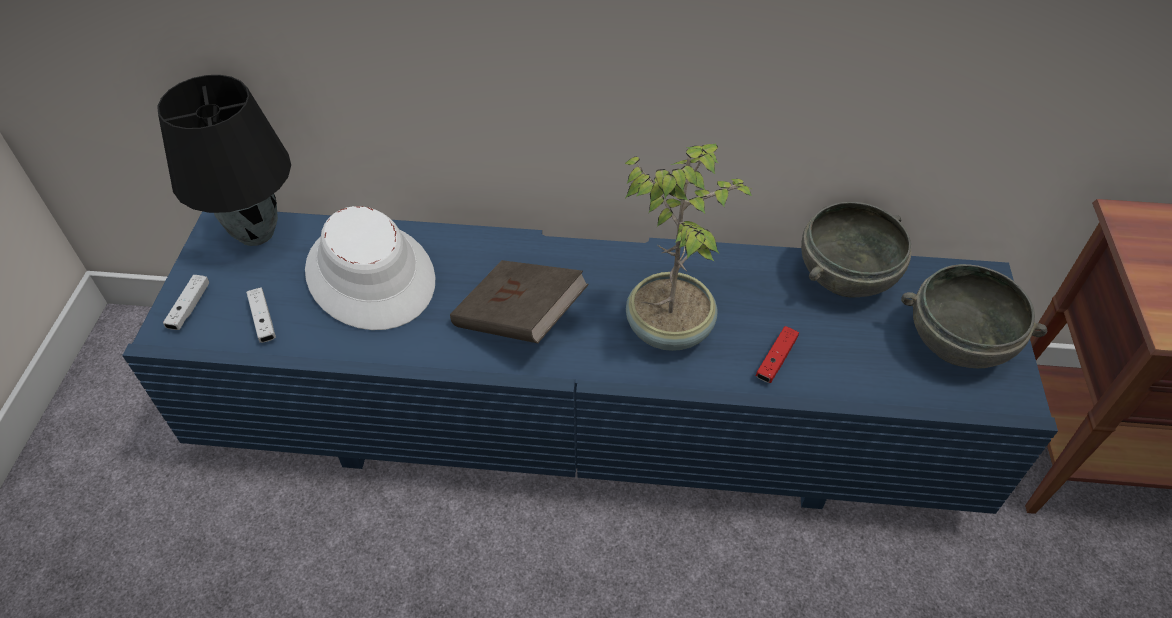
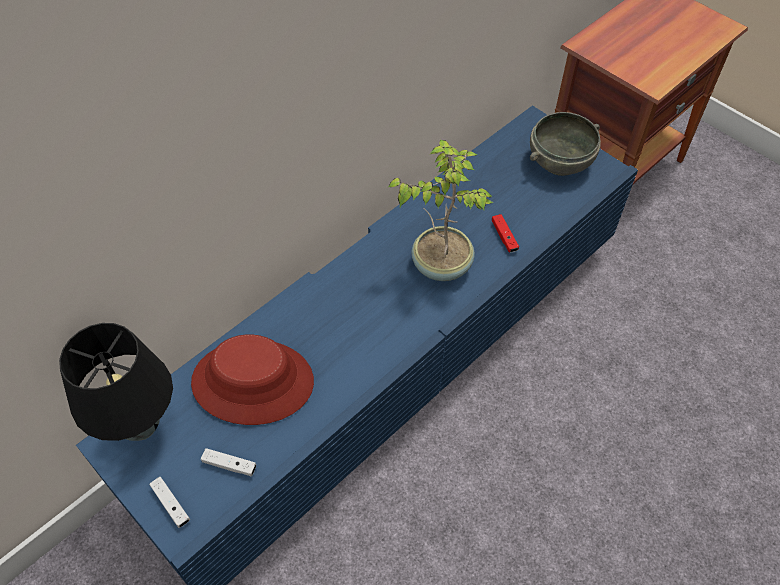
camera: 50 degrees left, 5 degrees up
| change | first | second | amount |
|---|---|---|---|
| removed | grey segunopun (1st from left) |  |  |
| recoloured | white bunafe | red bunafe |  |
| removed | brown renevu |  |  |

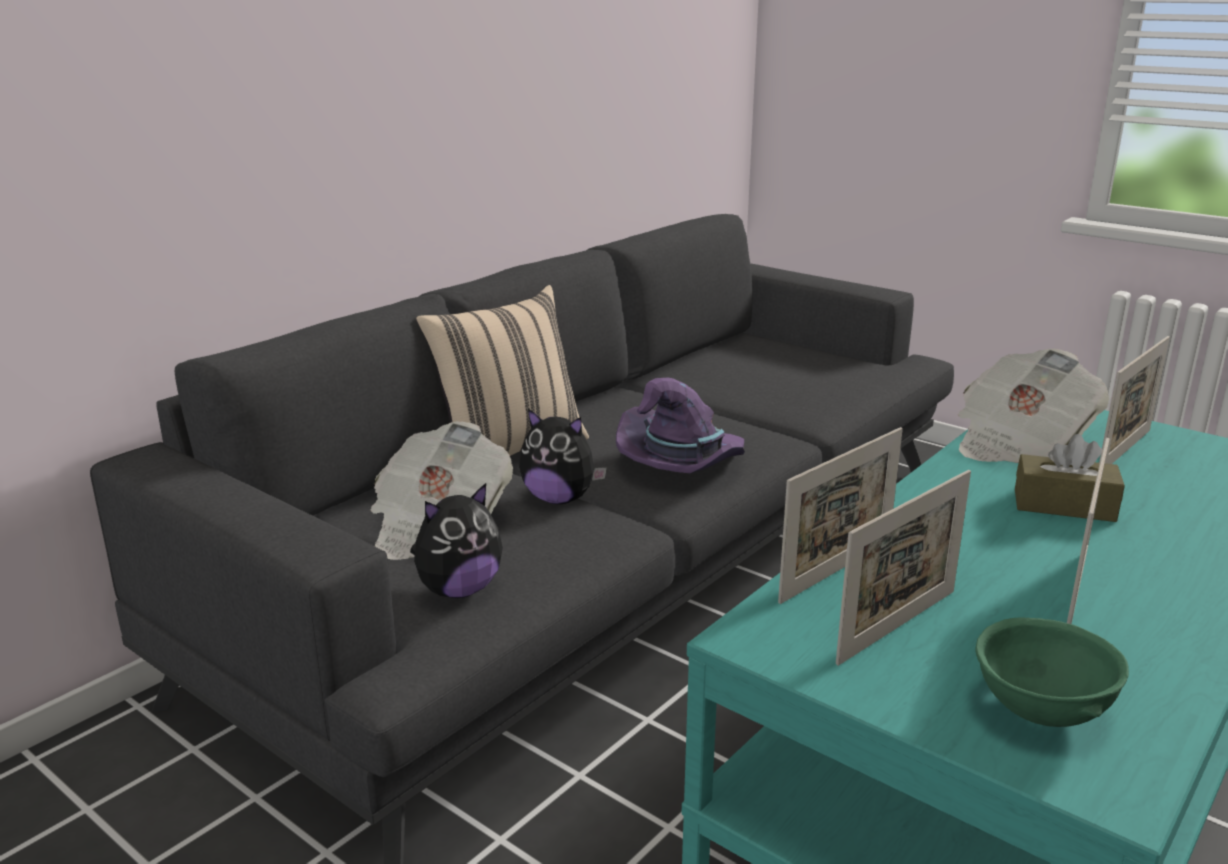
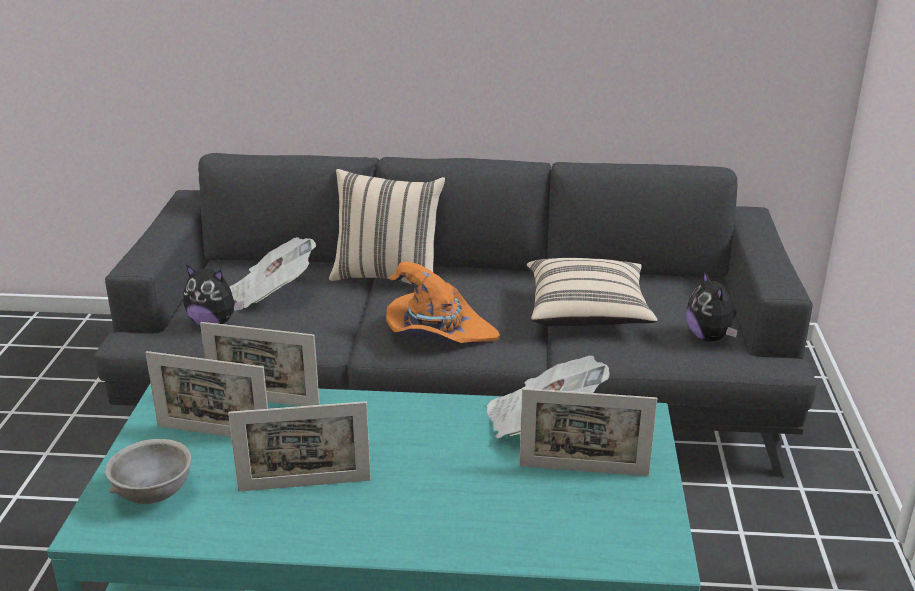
camera: 55 degrees right, 5 degrees up
| change | first | second | amount |
|---|---|---|---|
| recoloured | purple bunafe | orange bunafe |  |
| moved | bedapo (2nd from left) |  |  |
| removed | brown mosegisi |  |  |
| recoloured | green segunopun | grey segunopun |  |
| added |  | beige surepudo (2nd from left) |  |

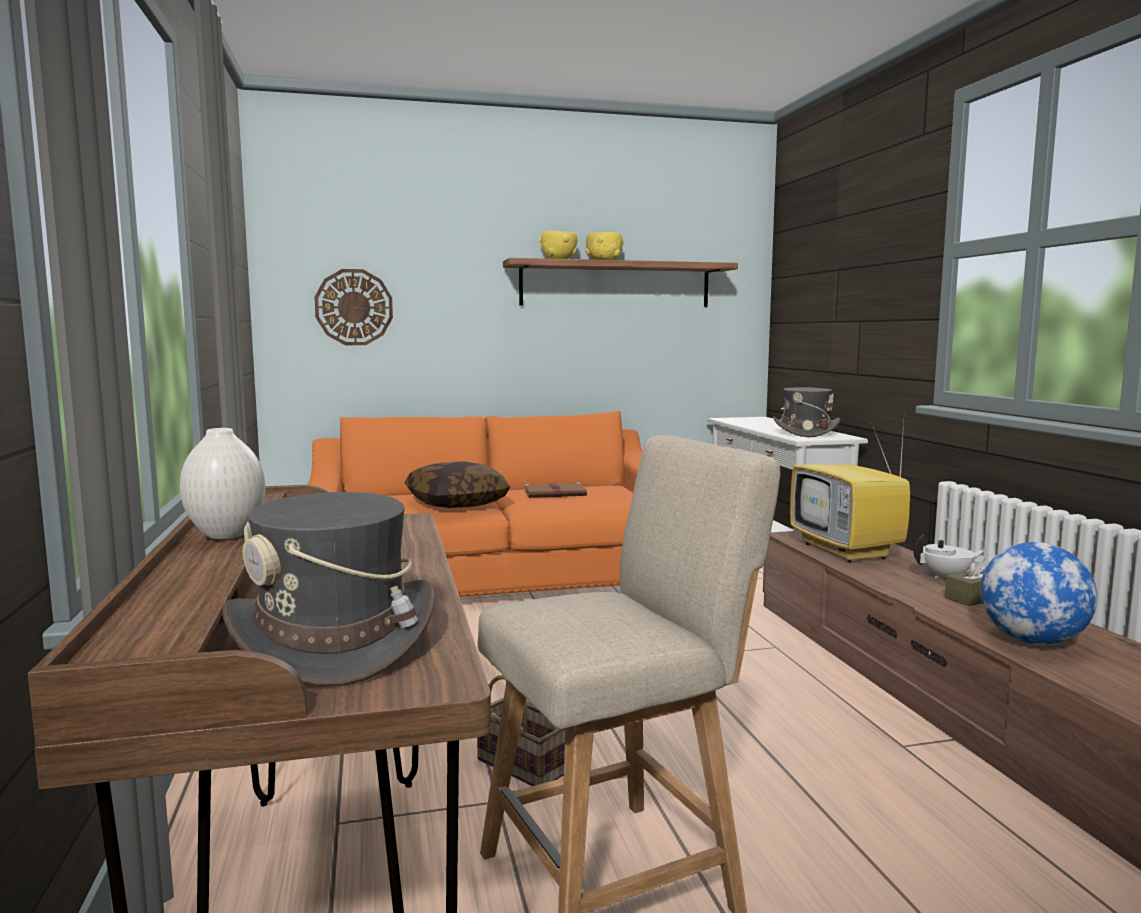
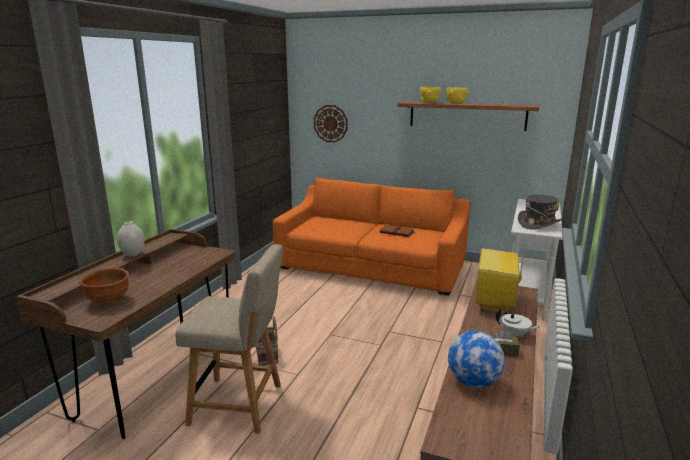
camera: 35 degrees right, 10 degrees up
| change | first | second | amount |
|---|---|---|---|
| removed | surepudo |  |  |
| replaced | grey bunafe (1st from left) | brown segunopun |  |

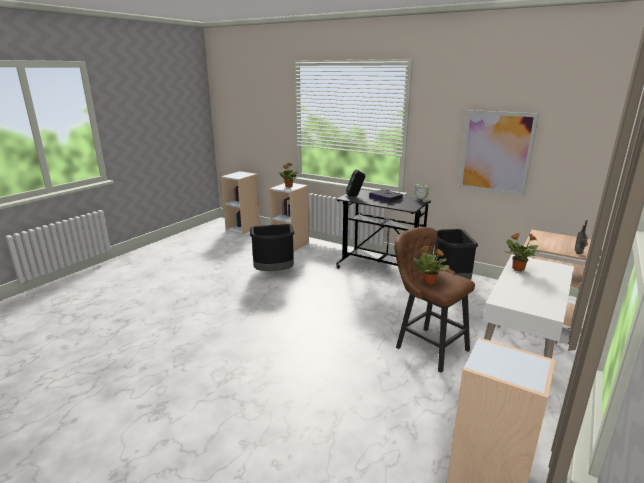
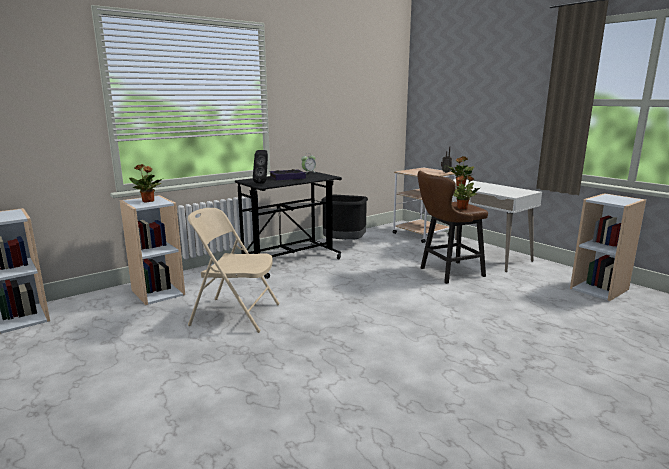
camera: 70 degrees left, 5 degrees down
| change | first | second | amount |
|---|---|---|---|
| removed | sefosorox |  |  |
| replaced | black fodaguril (1st from left) | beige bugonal |  |

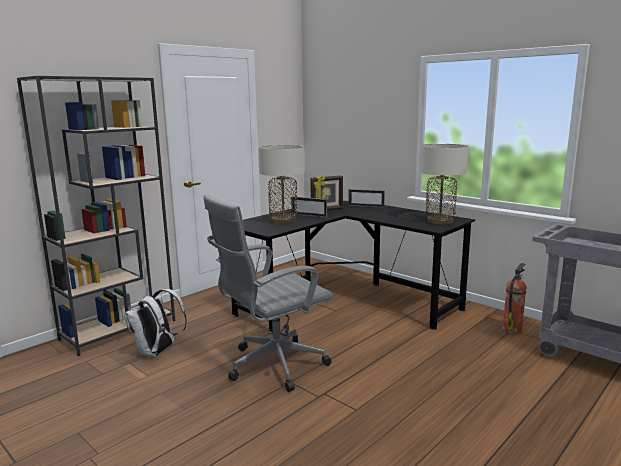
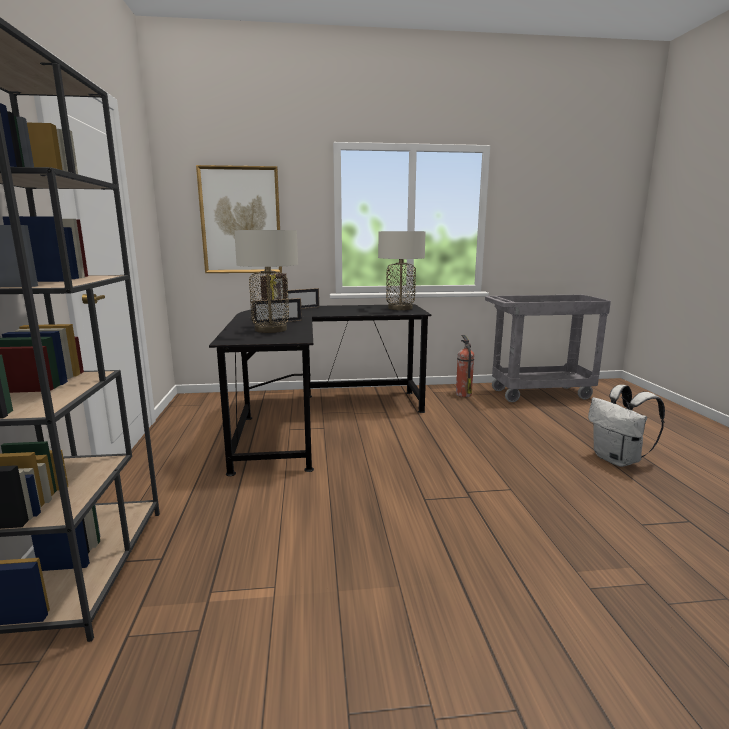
camera: 50 degrees left, 0 degrees up
| change | first | second | amount |
|---|---|---|---|
| removed | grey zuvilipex |  |  |
| moved | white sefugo |  |  |
| added |  | sefosorox |  |

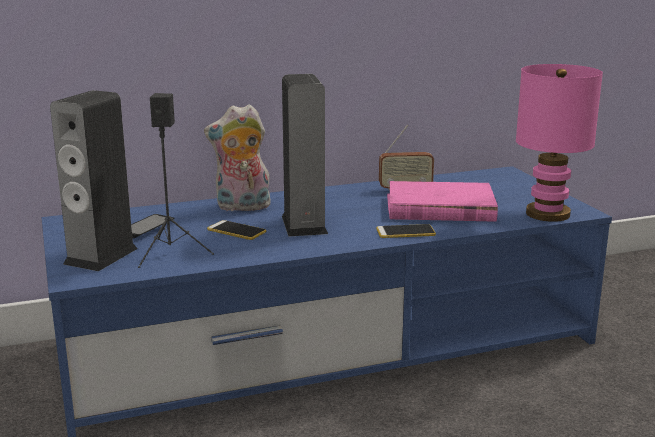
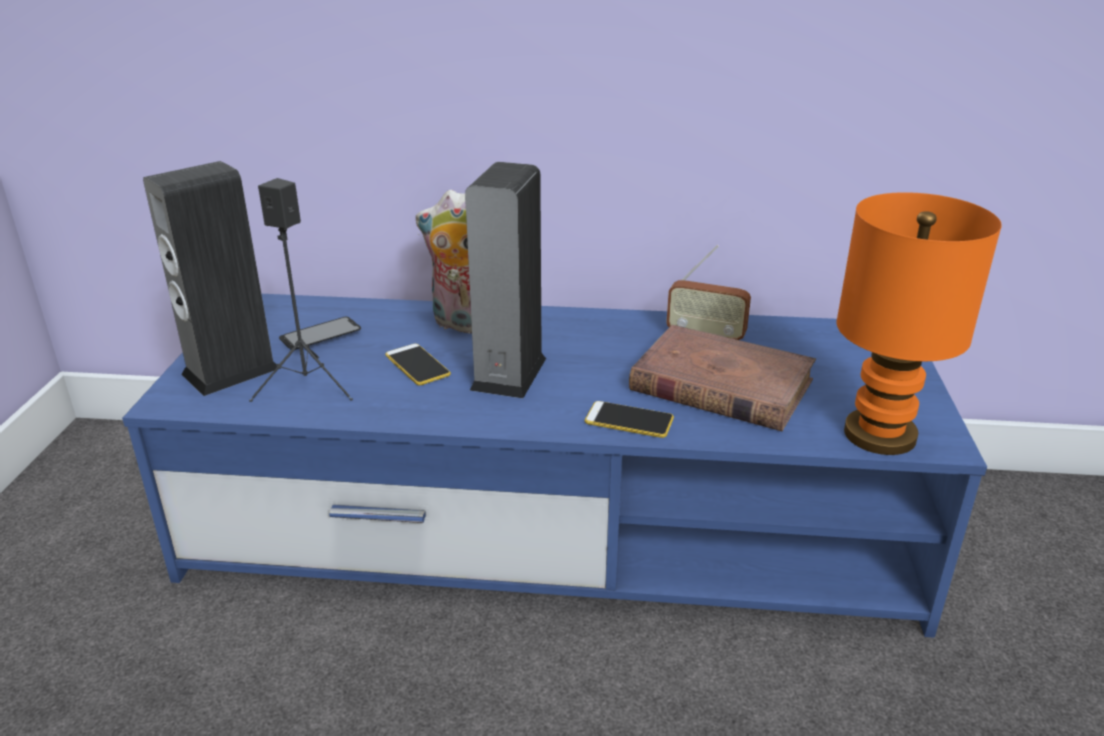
camera: 25 degrees right, 10 degrees up
| change | first | second | amount |
|---|---|---|---|
| recoloured | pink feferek | orange feferek |  |
| recoloured | pink renevu | brown renevu |  |

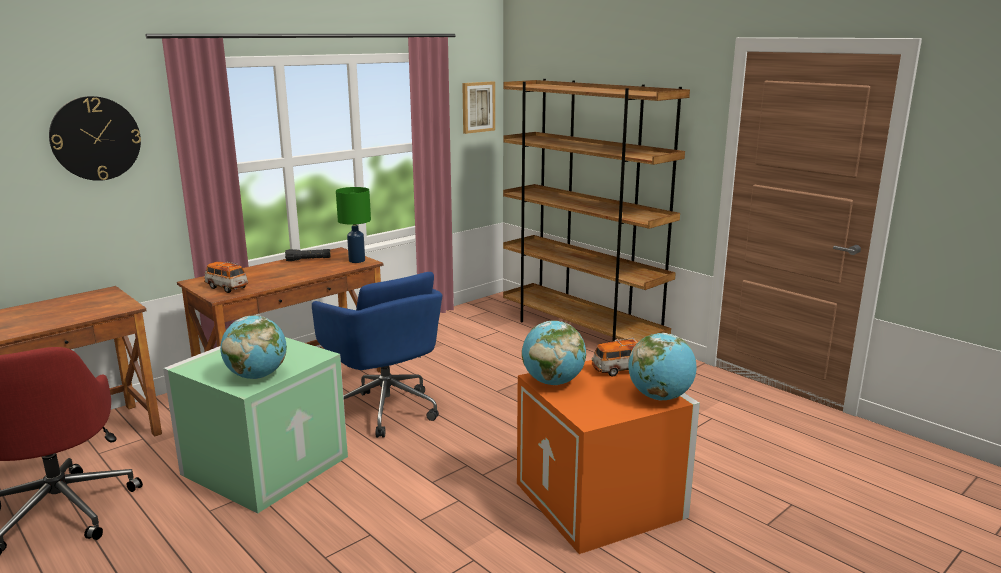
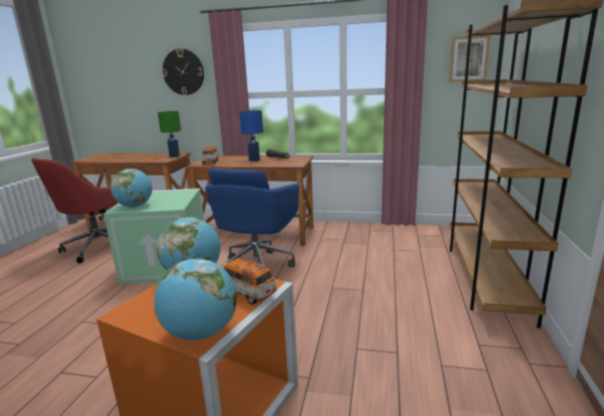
camera: 55 degrees right, 0 degrees up
| change | first | second | amount |
|---|---|---|---|
| moved | green feferek |  |  |
| added |  | blue feferek |  |

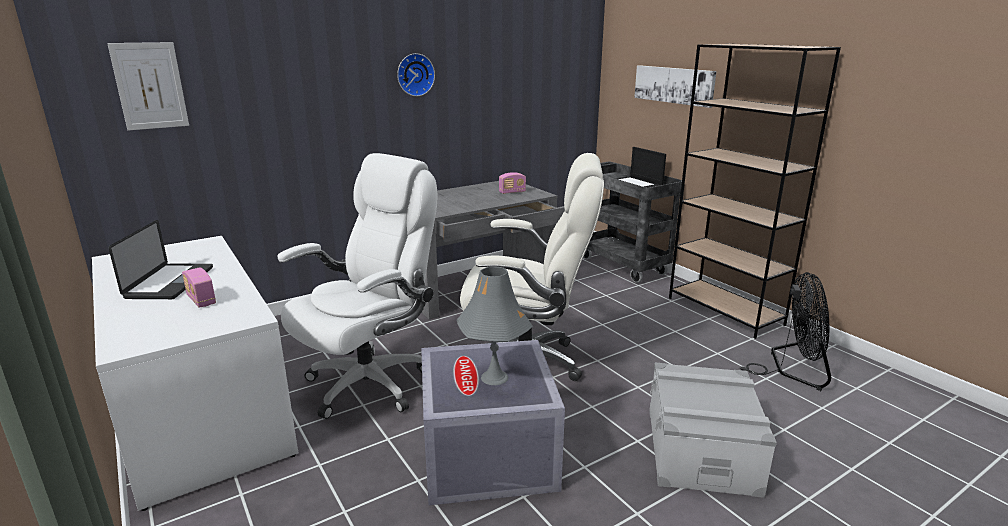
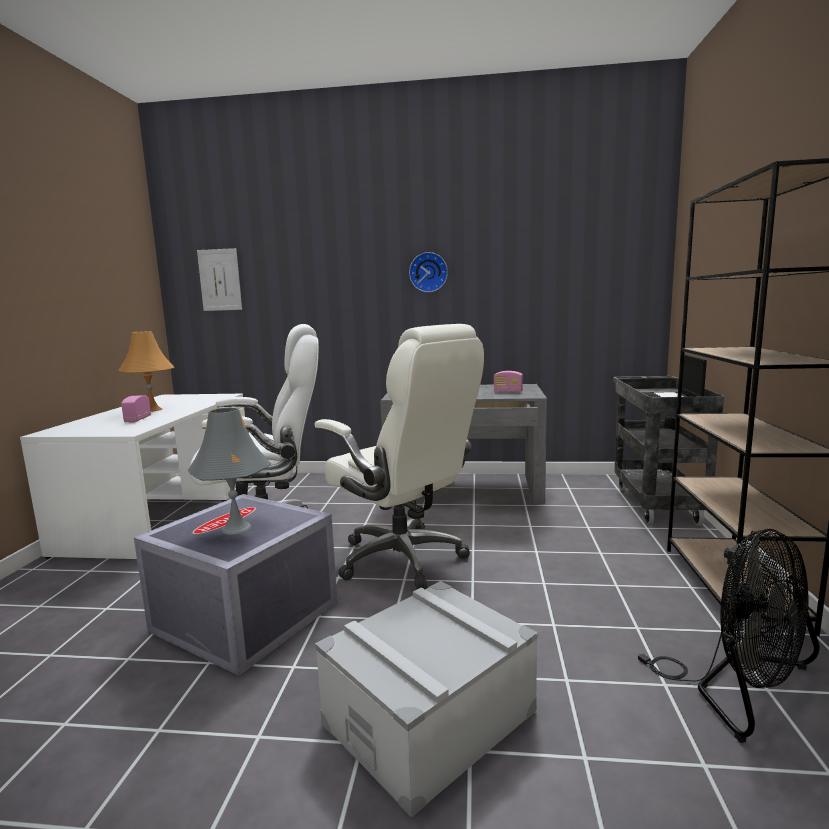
camera: 40 degrees right, 10 degrees down
| change | first | second | amount |
|---|---|---|---|
| removed | sefosorox (2nd from left) |  |  |
| replaced | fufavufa (1st from left) | orange feferek |  |

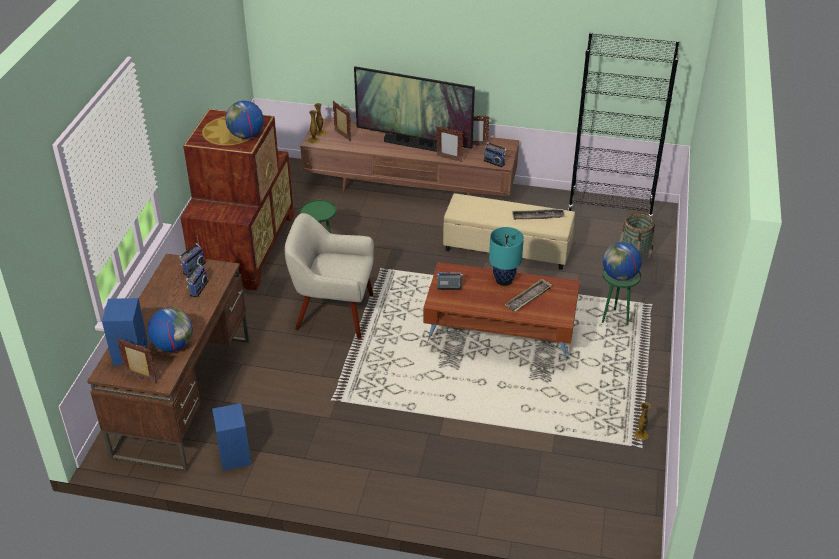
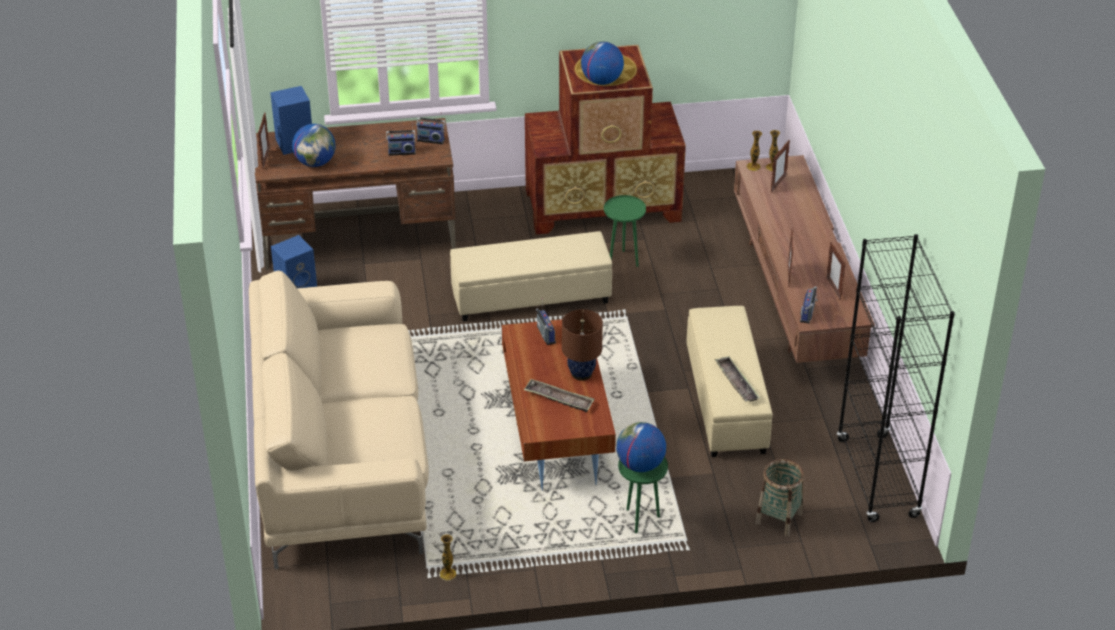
camera: 70 degrees right, 0 degrees up
| change | first | second | amount |
|---|---|---|---|
| removed | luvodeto |  |  |
| replaced | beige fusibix | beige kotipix (1st from left) |  |
| recoloured | turquoise feferek | brown feferek |  |
| added |  | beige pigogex |  |

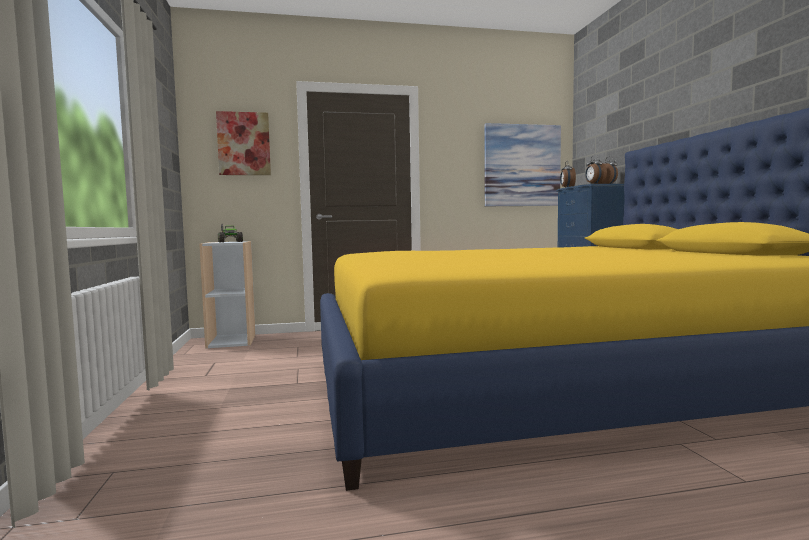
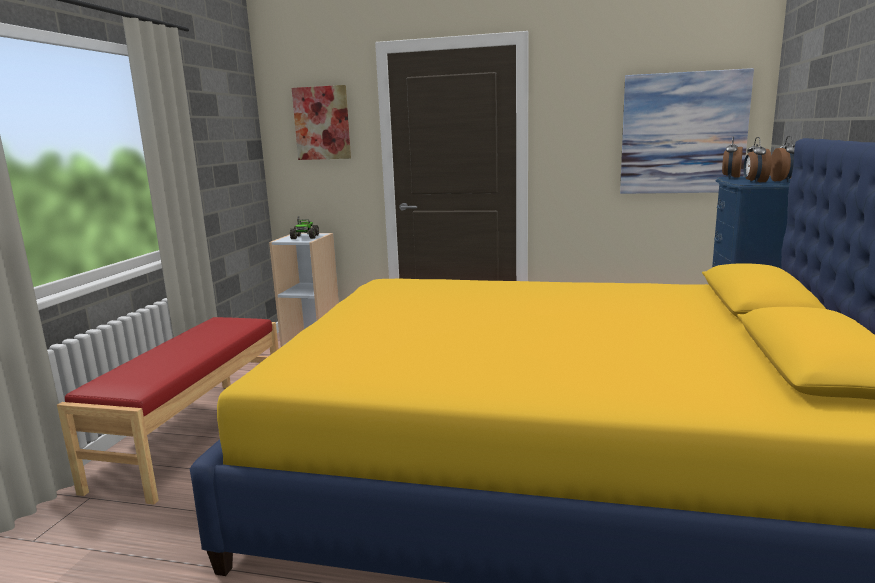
camera: 25 degrees right, 10 degrees up
| change | first | second | amount |
|---|---|---|---|
| added |  | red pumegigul |  |

